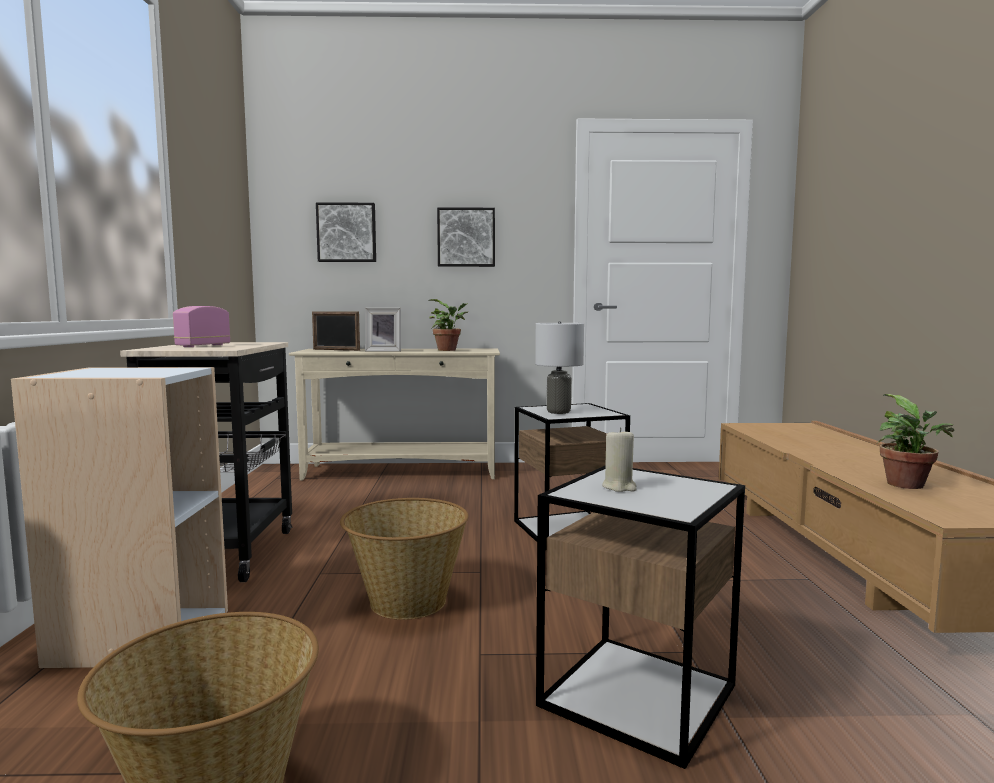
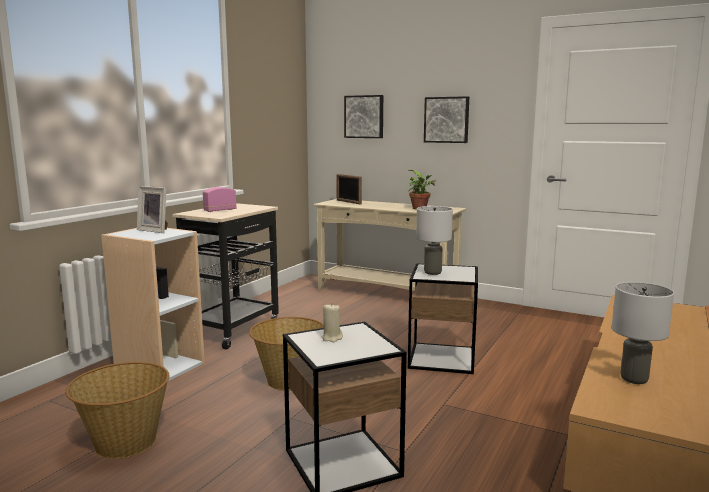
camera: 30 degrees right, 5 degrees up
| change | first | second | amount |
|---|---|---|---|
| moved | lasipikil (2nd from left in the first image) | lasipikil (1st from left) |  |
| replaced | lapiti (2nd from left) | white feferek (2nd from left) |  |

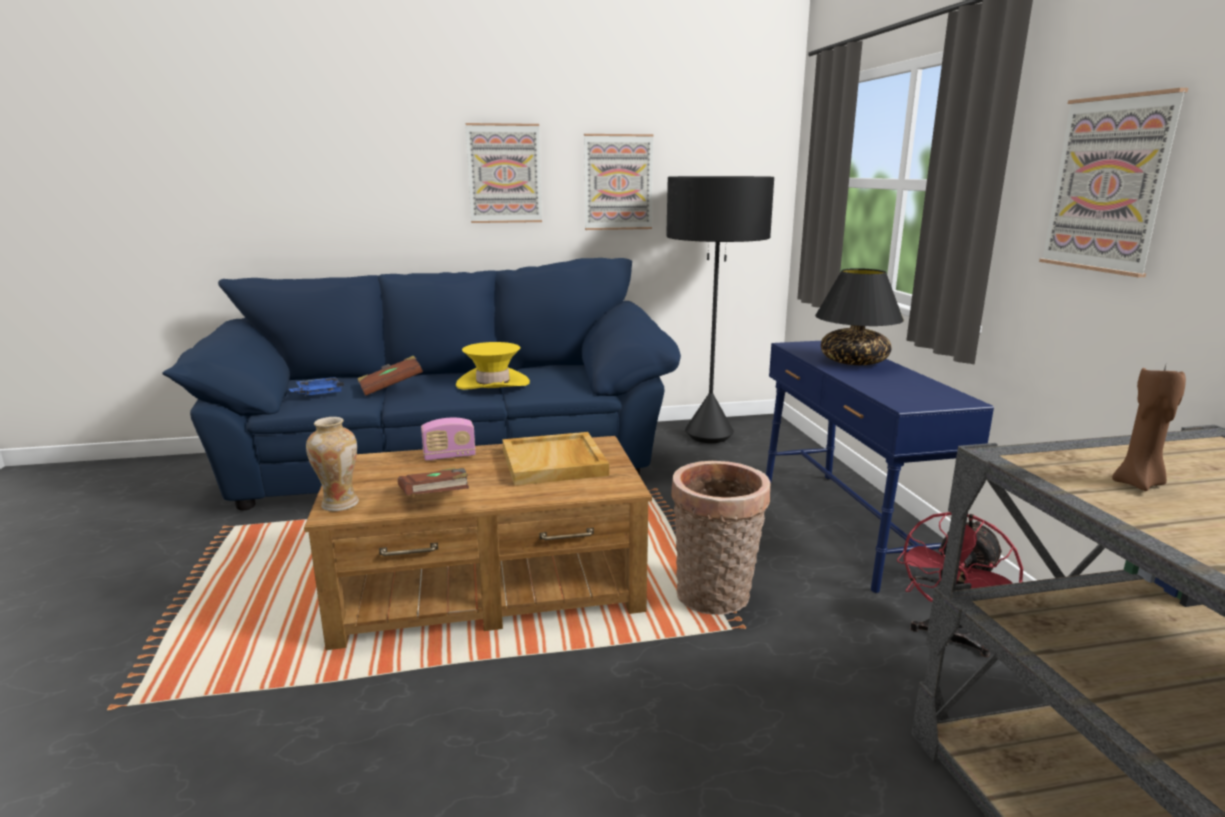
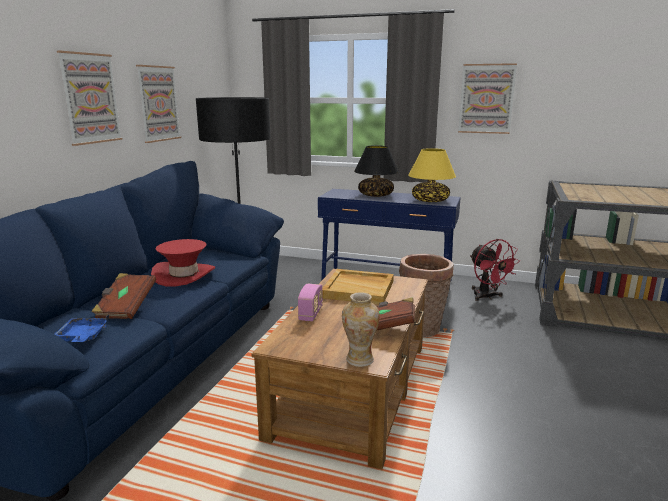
camera: 60 degrees left, 0 degrees up
| change | first | second | amount |
|---|---|---|---|
| recoloured | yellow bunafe | red bunafe |  |
| removed | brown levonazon |  |  |
| added |  | yellow feferek |  |

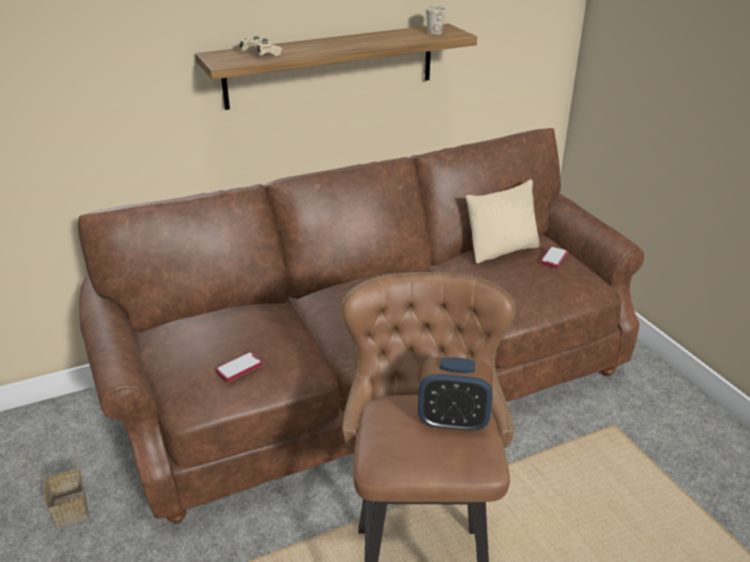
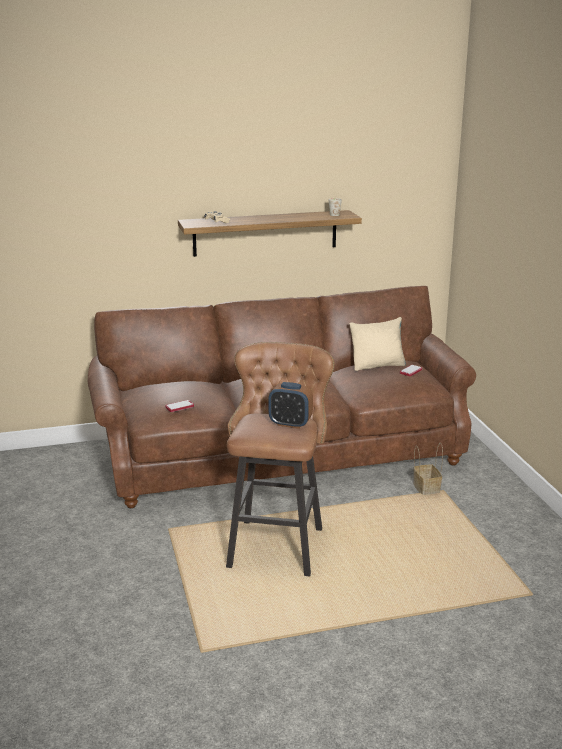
camera: 10 degrees right, 10 degrees down
| change | first | second | amount |
|---|---|---|---|
| moved | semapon |  |  |

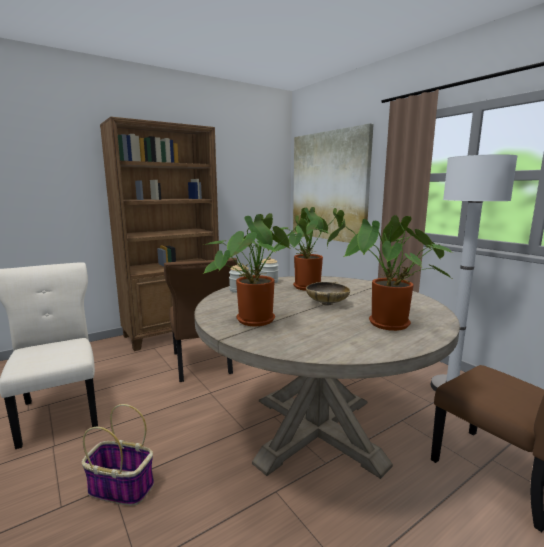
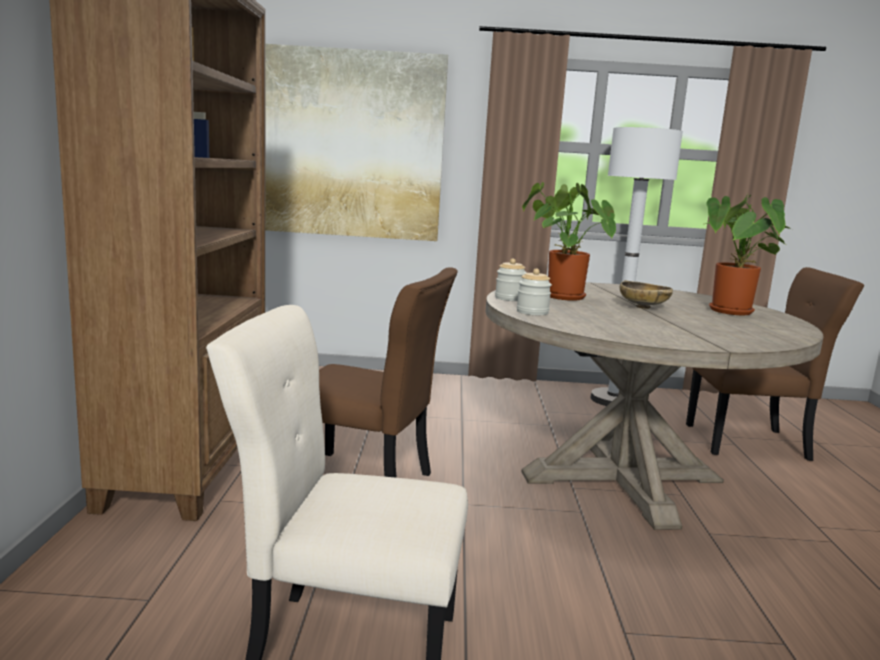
camera: 55 degrees left, 0 degrees up
| change | first | second | amount |
|---|---|---|---|
| removed | lapiti (1st from left) |  |  |
| removed | semapon |  |  |

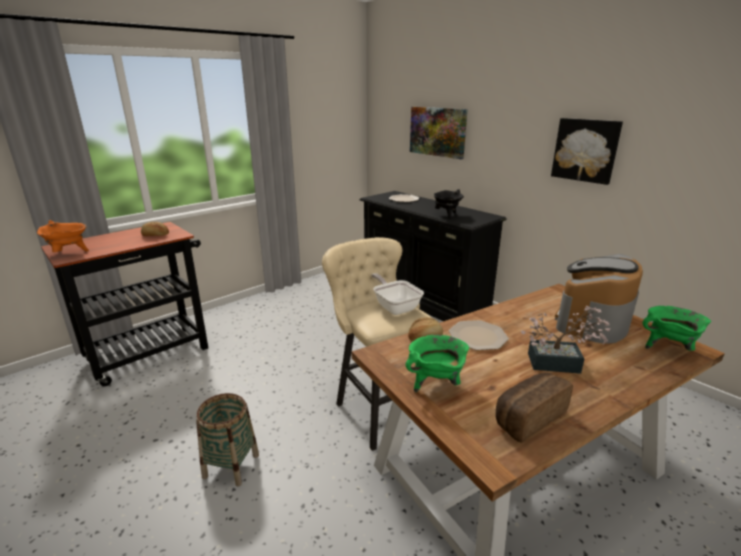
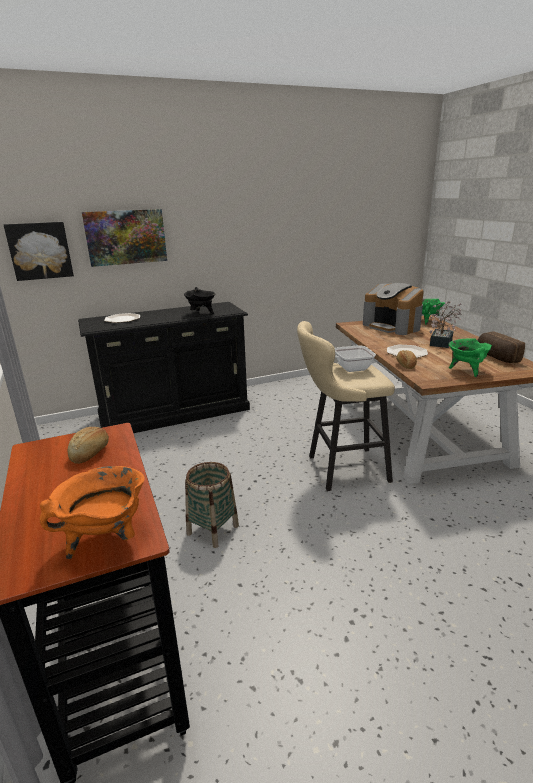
camera: 70 degrees left, 0 degrees up
| change | first | second | amount |
|---|---|---|---|
| moved | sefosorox (2nd from left in the first image) | sefosorox (1st from left) |  |
| moved | semapon |  |  |

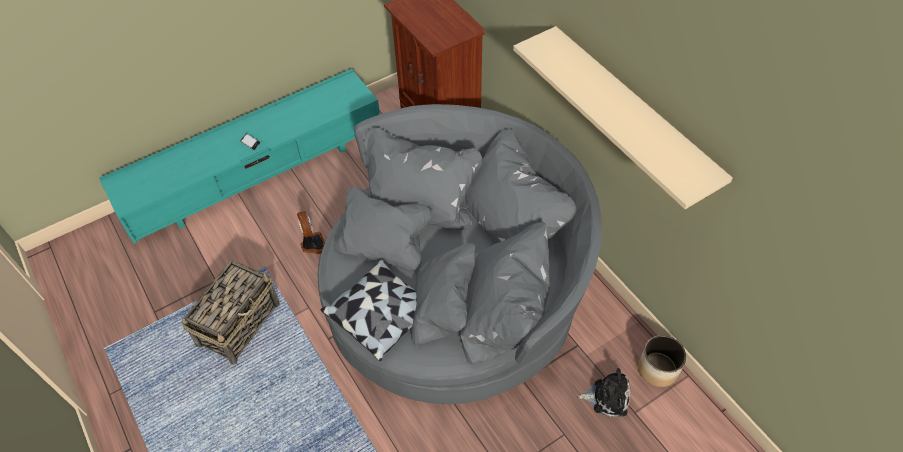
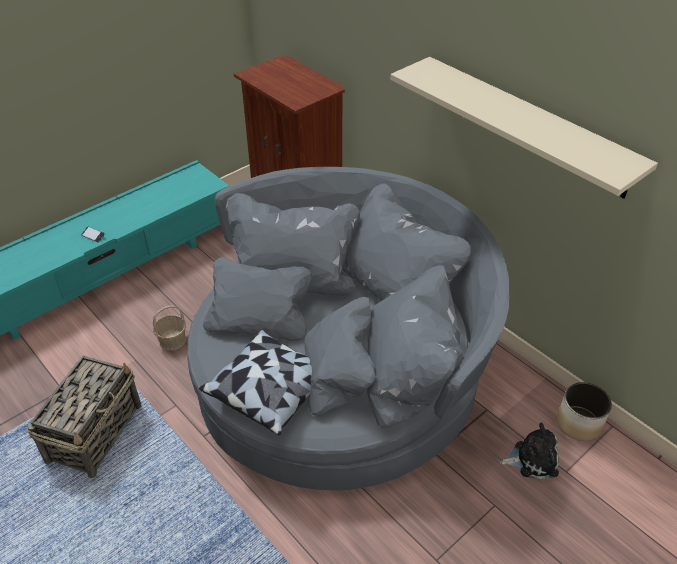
camera: 10 degrees left, 10 degrees down
| change | first | second | amount |
|---|---|---|---|
| replaced | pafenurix | semapon (2nd from left) |  |

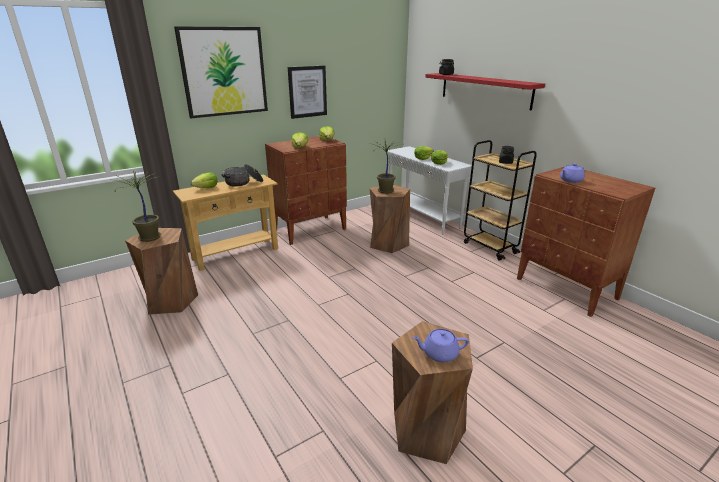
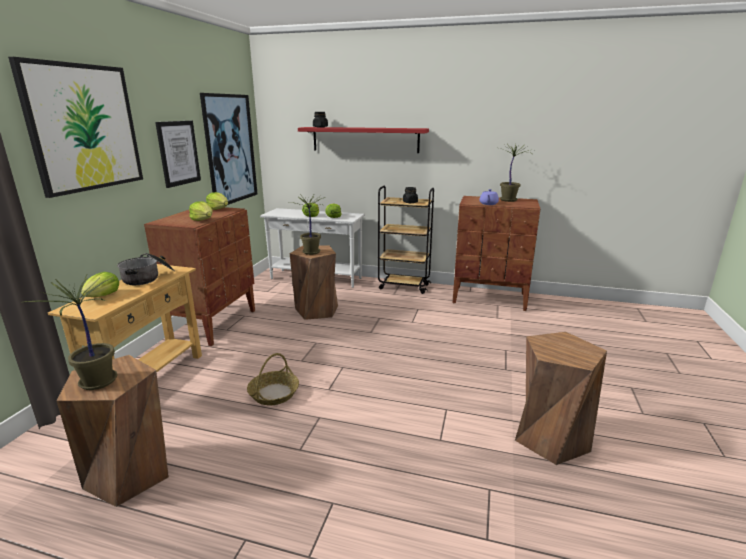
camera: 40 degrees left, 5 degrees down
| change | first | second | amount |
|---|---|---|---|
| removed | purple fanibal (1st from left) |  |  |
| added |  | sefosorox (3rd from left) |  |
| added |  | lapiti (3rd from left) |  |
| added |  | semapon |  |

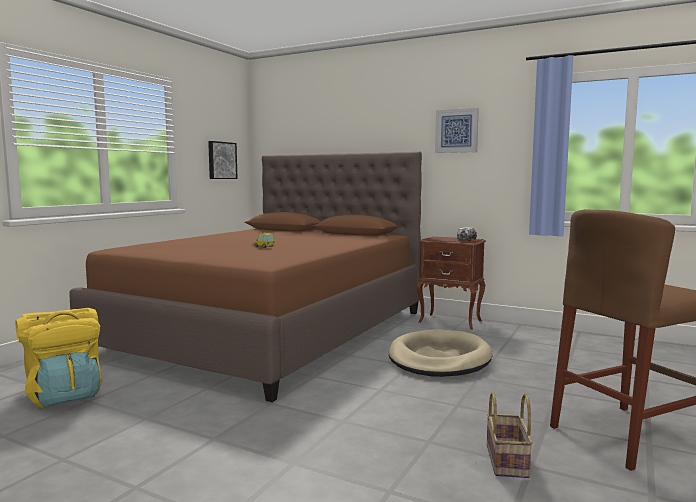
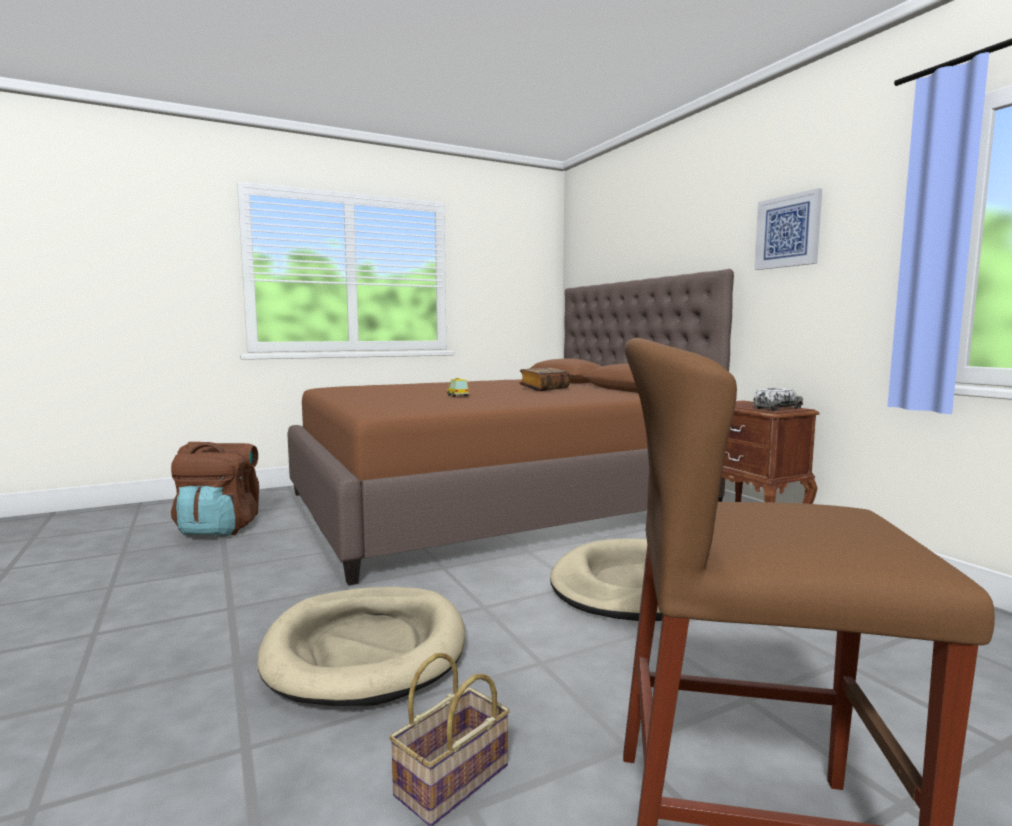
camera: 35 degrees right, 0 degrees up
| change | first | second | amount |
|---|---|---|---|
| removed | sefosorox (1st from left) |  |  |
| recoloured | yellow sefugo | brown sefugo |  |
| added |  | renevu |  |
| added |  | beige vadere (1st from left) |  |

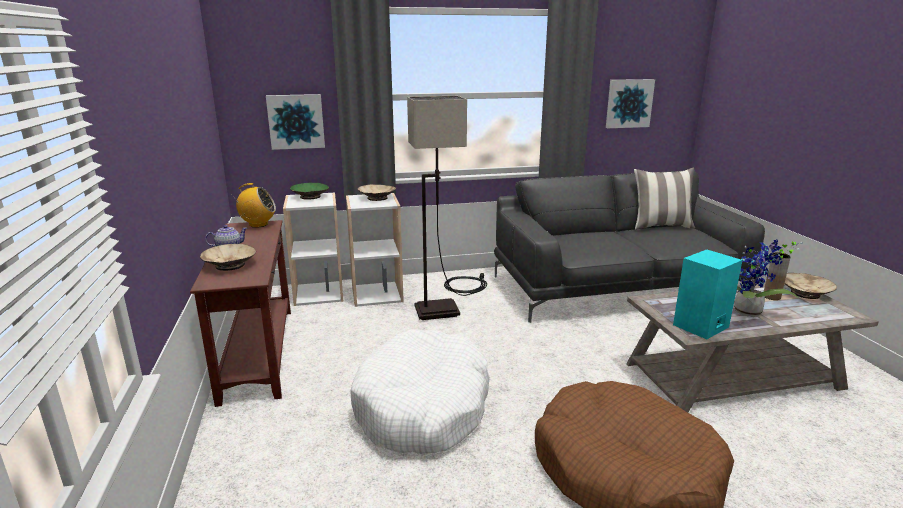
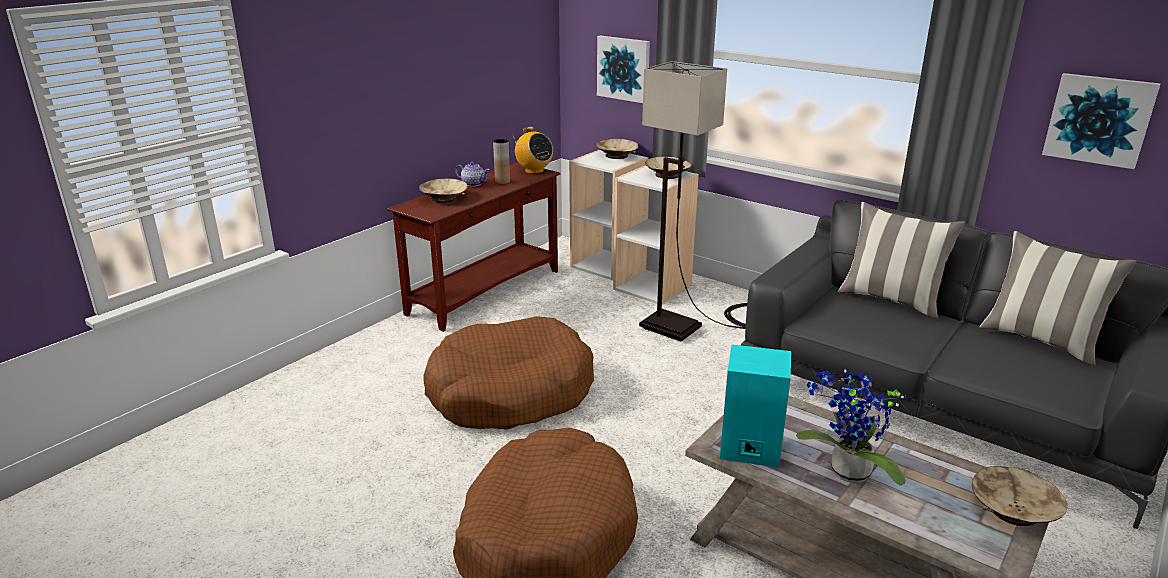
camera: 50 degrees right, 5 degrees up
| change | first | second | amount |
|---|---|---|---|
| recoloured | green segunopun | beige segunopun (2nd from left) |  |
| moved | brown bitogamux |  |  |
| recoloured | white vadere | brown vadere (1st from left) |  |
| added |  | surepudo (1st from left) |  |

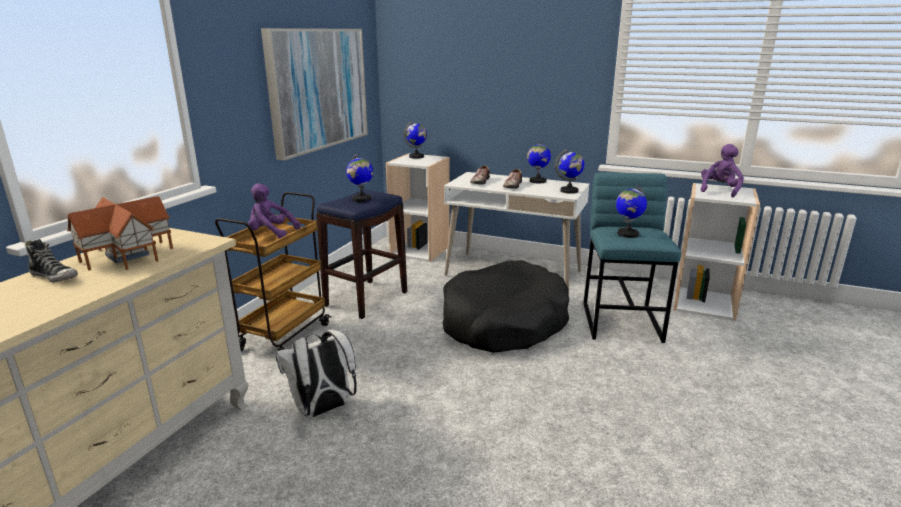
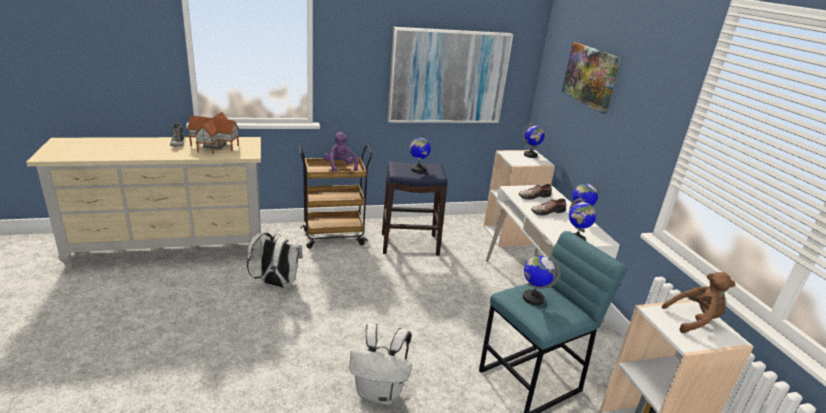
camera: 50 degrees right, 5 degrees up
| change | first | second | amount |
|---|---|---|---|
| recoloured | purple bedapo (2nd from left) | brown bedapo |  |
| removed | black vadere |  |  |
| added |  | sefosorox (2nd from left) |  |
| added |  | white sefugo (2nd from left) |  |

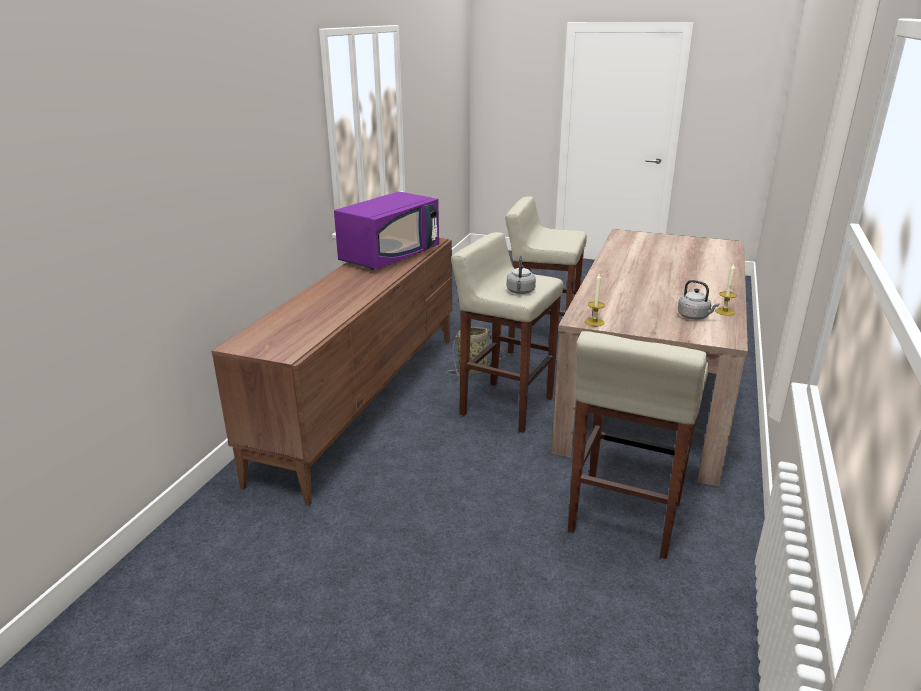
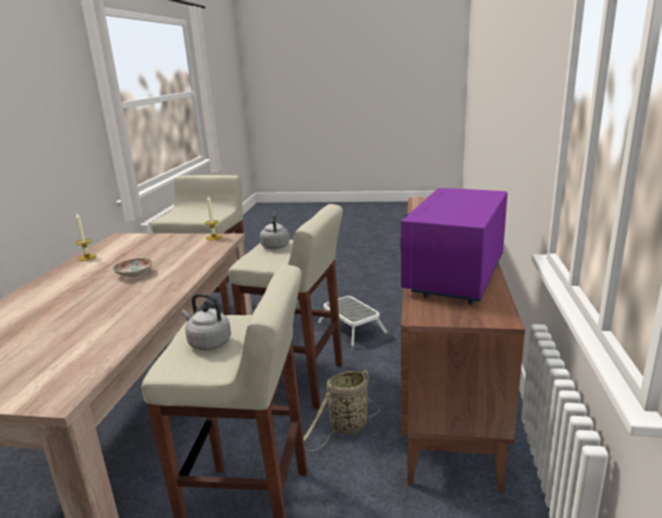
camera: 170 degrees right, 5 degrees down
| change | first | second | amount |
|---|---|---|---|
| moved | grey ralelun (2nd from left in the first image) | grey ralelun (1st from left) |  |
| added |  | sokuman |  |
| added |  | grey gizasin |  |

